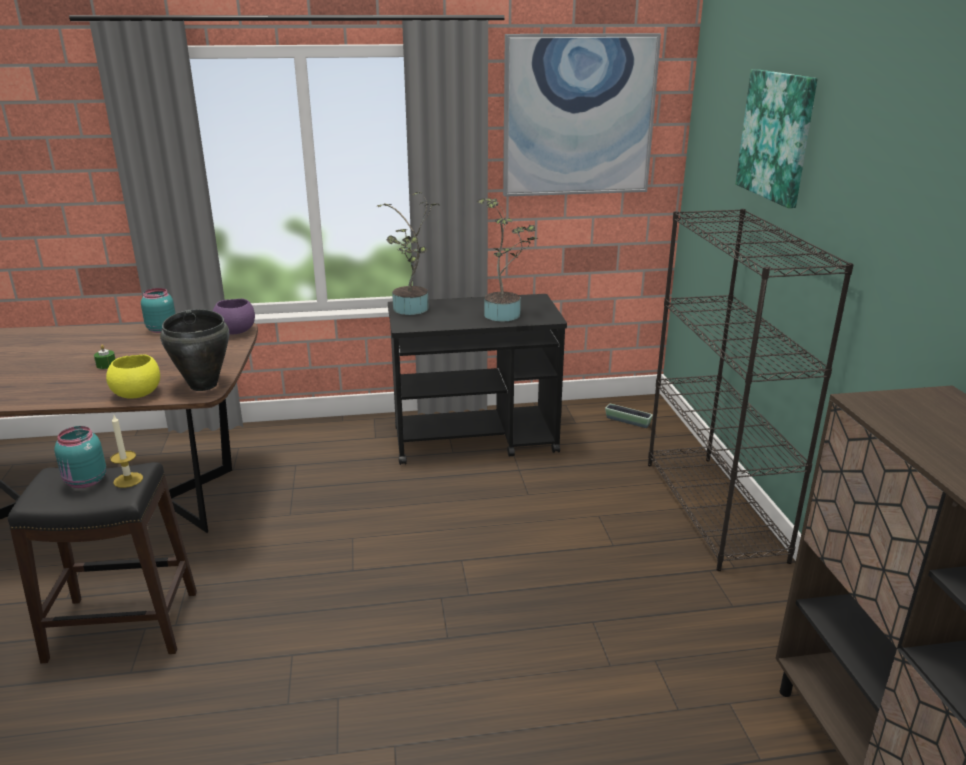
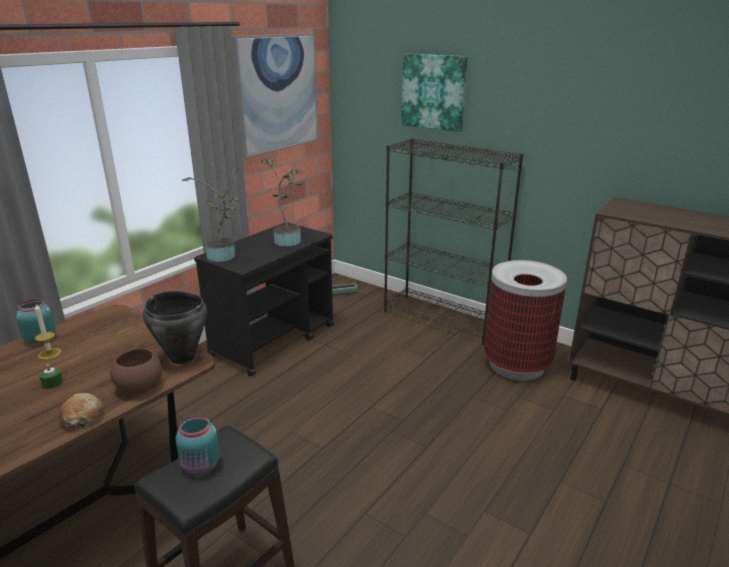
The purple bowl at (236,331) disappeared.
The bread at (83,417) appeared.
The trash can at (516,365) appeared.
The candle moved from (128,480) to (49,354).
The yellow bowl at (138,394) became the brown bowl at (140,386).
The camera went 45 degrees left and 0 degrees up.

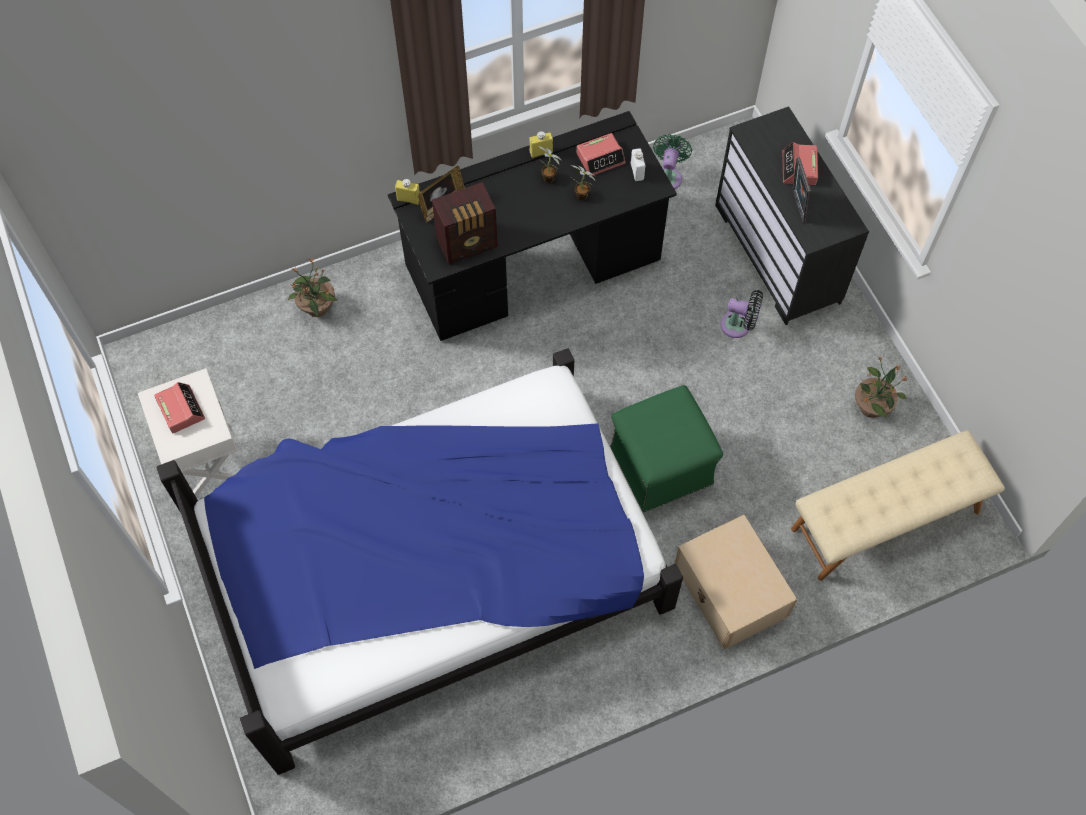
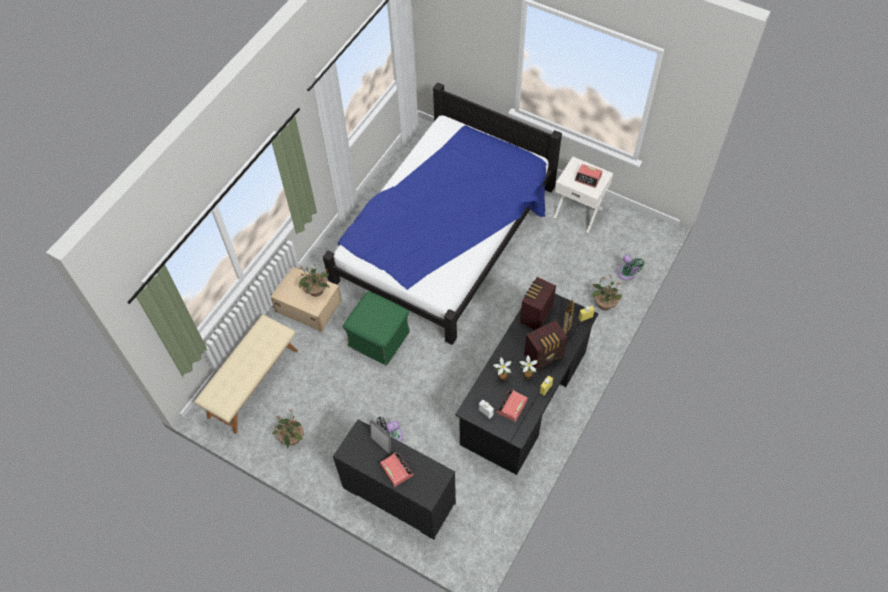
The potted plant at (316,290) appeared.
The radio at (544,356) appeared.
The green fan moved from (668,176) to (627,274).
The camera went 145 degrees right and 5 degrees down.

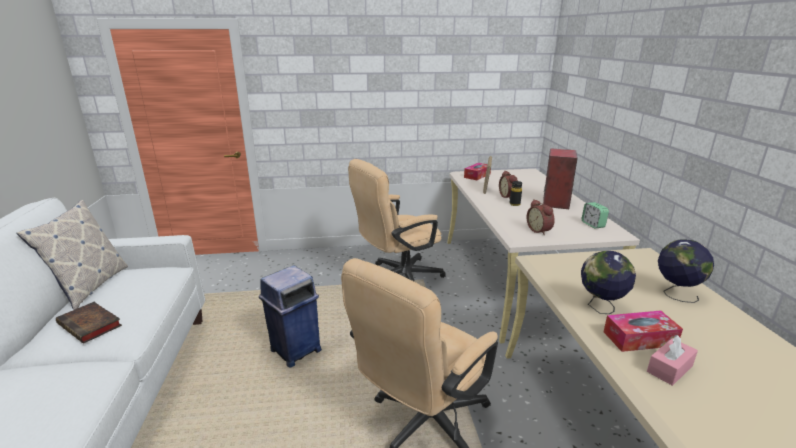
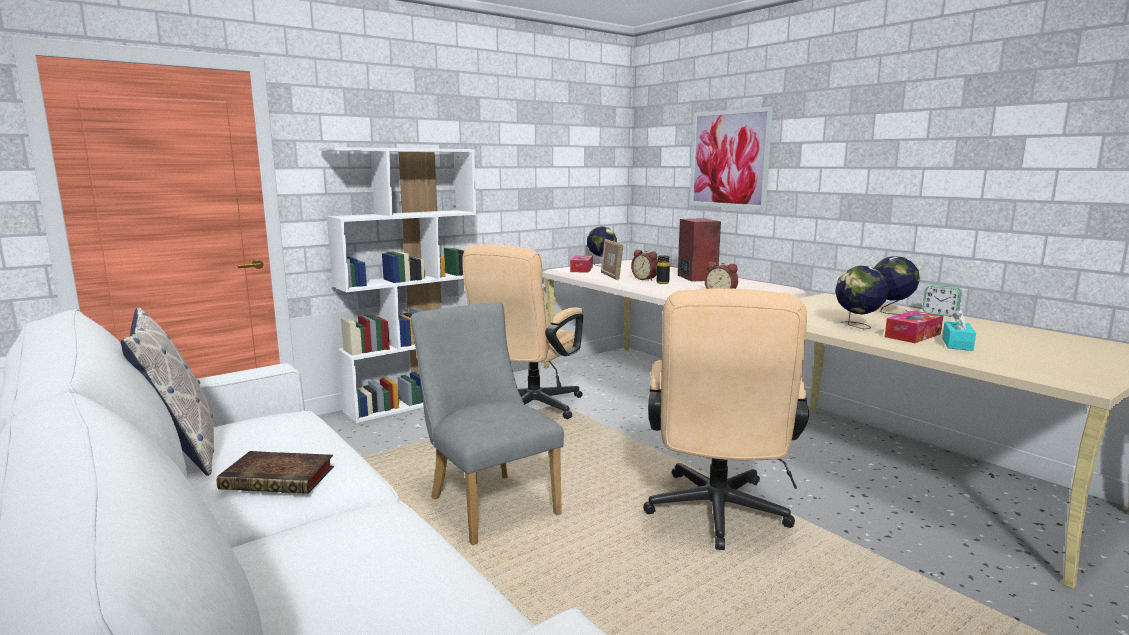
The white bookcase at (415,401) appeared.
The globe at (601,264) appeared.
The picture at (729,159) appeared.
The alarm clock moved from (593,225) to (940,314).
The blue trash can at (295,351) was replaced by the grey chair at (488,502).
The pink tissue box at (669,369) became the turquoise tissue box at (957,344).
The camera went 30 degrees left and 10 degrees down.

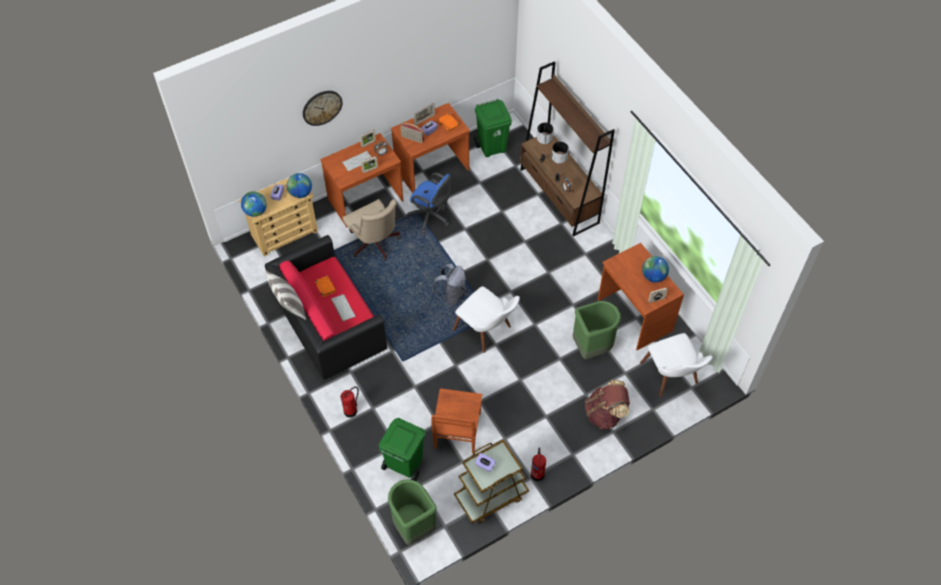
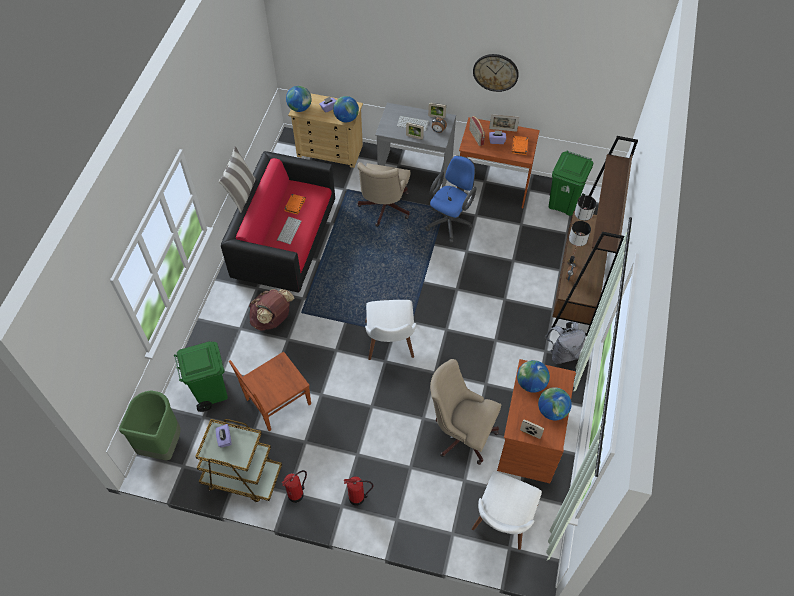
The globe at (531,383) appeared.
The wall clock moved from (322,107) to (495,72).
The fire extinguisher moved from (351,410) to (358,498).
The grey backpack moved from (451,294) to (562,353).
The brown backpack moved from (605,414) to (272,319).
The green trash can at (592,347) was replaced by the beige office chair at (461,433).
The brown desk at (365,200) became the grey desk at (415,171).
The blue office chair at (431,217) turned 135 degrees counterclockwise.
The camera went 45 degrees right and 0 degrees up.

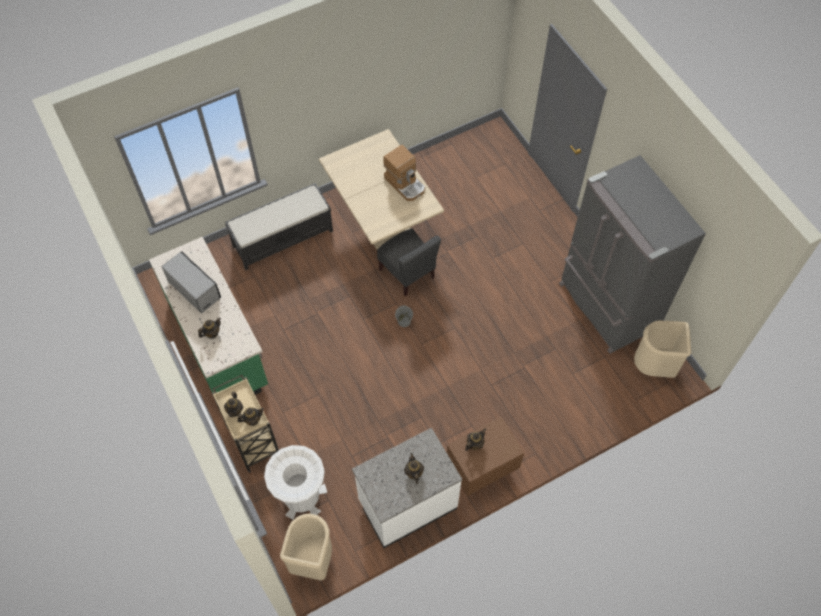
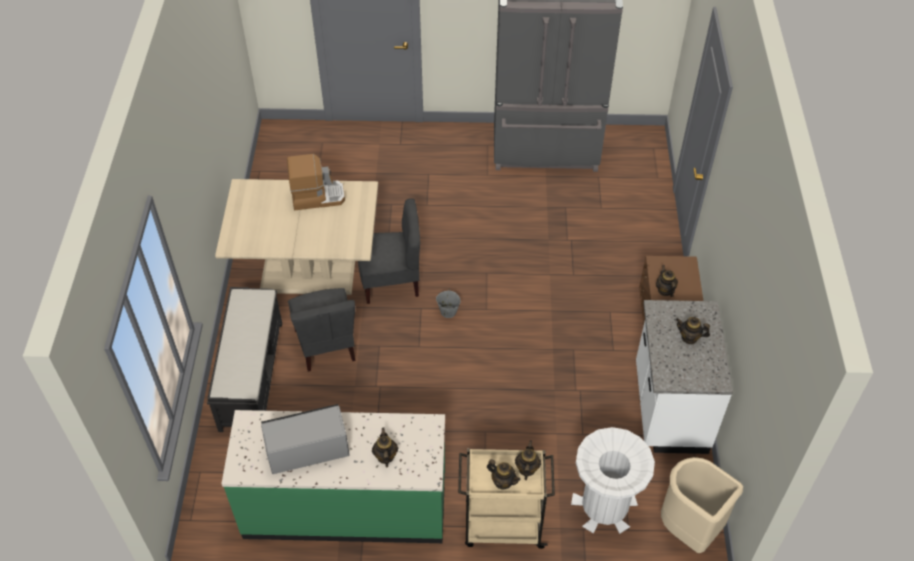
The beige trash can at (654,366) disappeared.
The grey chair at (326,345) appeared.
The camera went 60 degrees left and 10 degrees down.

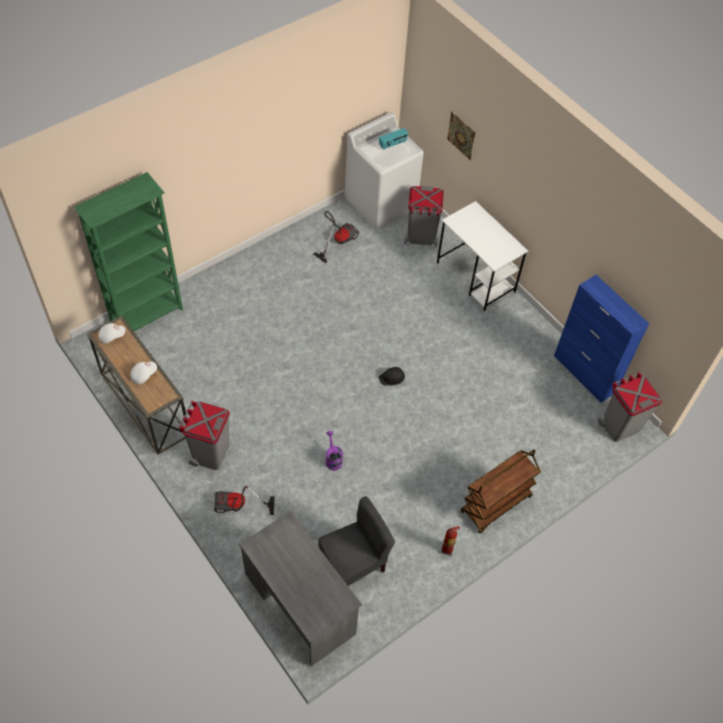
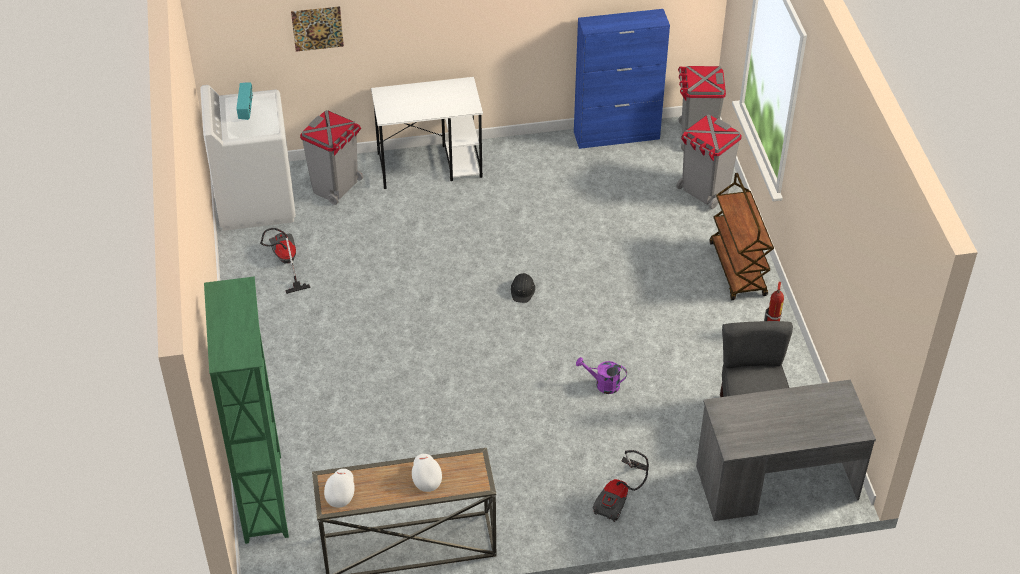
The grey trash can moved from (210,453) to (704,192).
The camera went 60 degrees left and 10 degrees down.

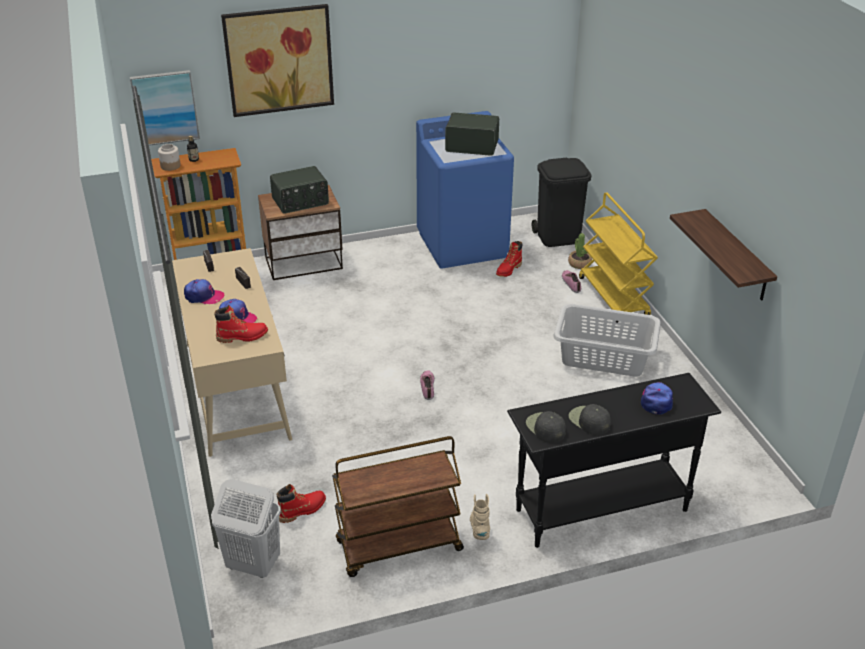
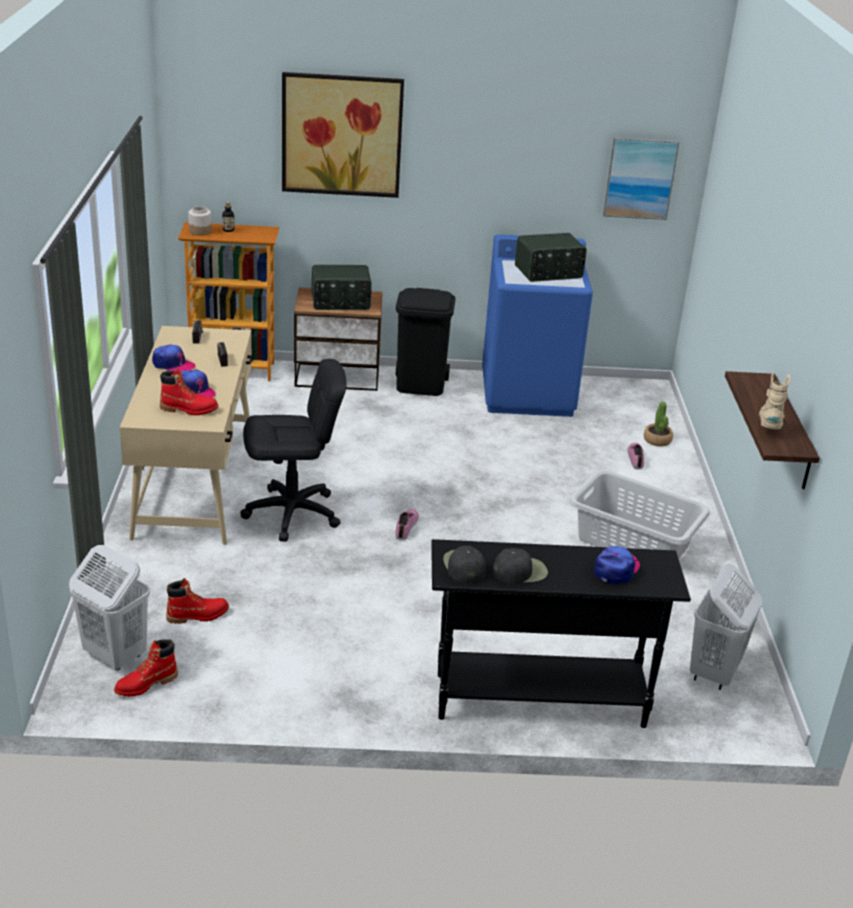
The brown cart at (398,547) disappeared.
The yellow cart at (614,297) disappeared.
The black office chair at (292,514) appeared.
The white laundry basket at (713,673) appeared.
The picture moved from (165,107) to (640,178).
The beige boot moved from (480,529) to (769,426).
The red boot moved from (508,270) to (146,684).
The black trash can moved from (558,237) to (421,385).
The radio at (472,146) turned 135 degrees clockwise.
The black cap at (589,421) turned 90 degrees clockwise.
The camera went 15 degrees right and 5 degrees down.

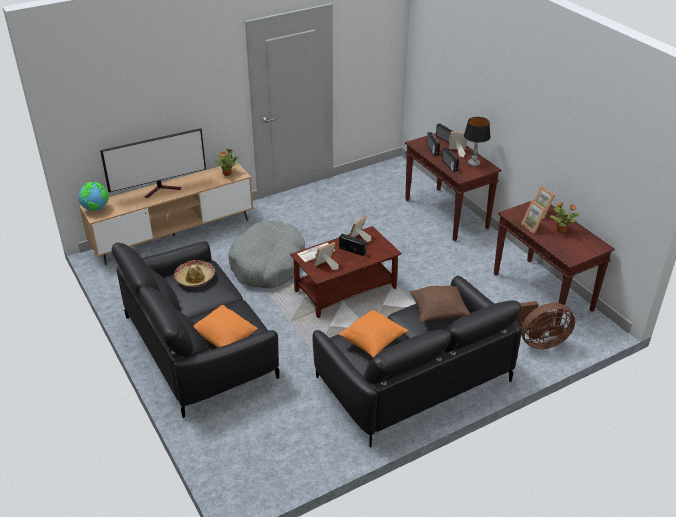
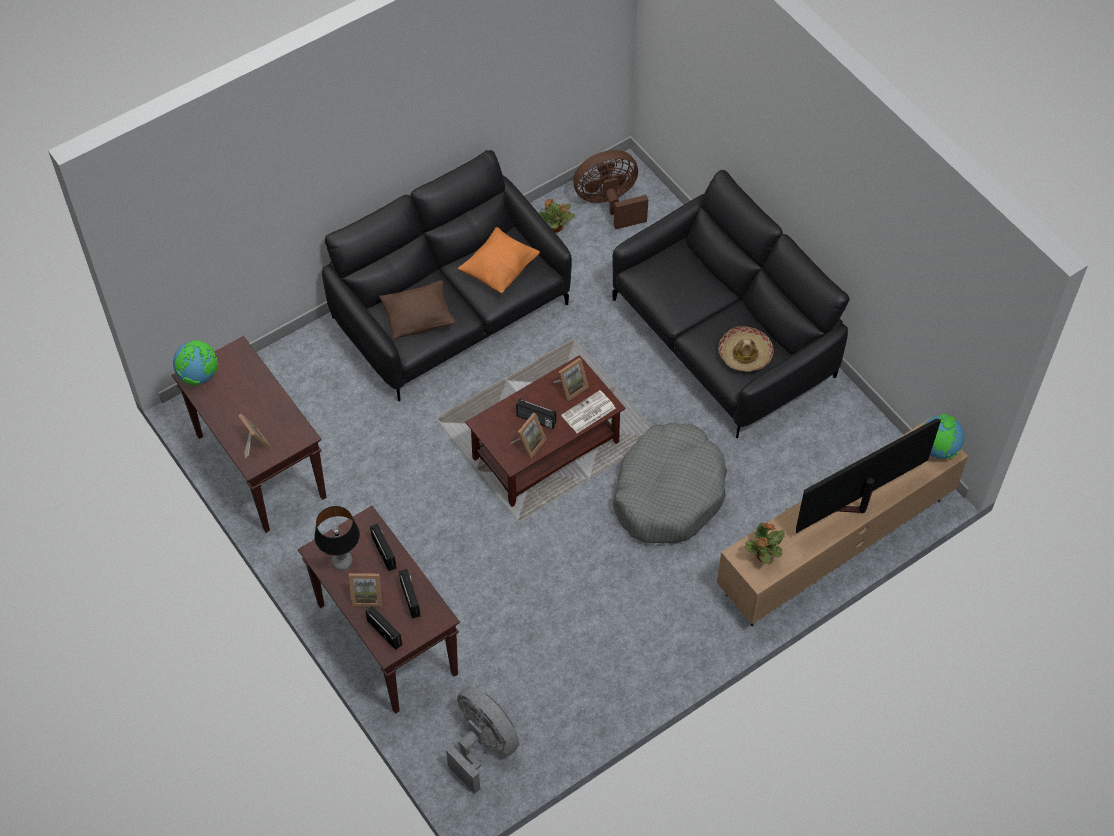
The orange pillow at (224,338) disappeared.
The picture frame at (533,226) disappeared.
The globe at (199,375) appeared.
The grey fan at (483,745) appeared.
The brown fan moved from (538,342) to (610,204).
The potted plant moved from (560,230) to (557,228).
The camera went 175 degrees right and 20 degrees up.

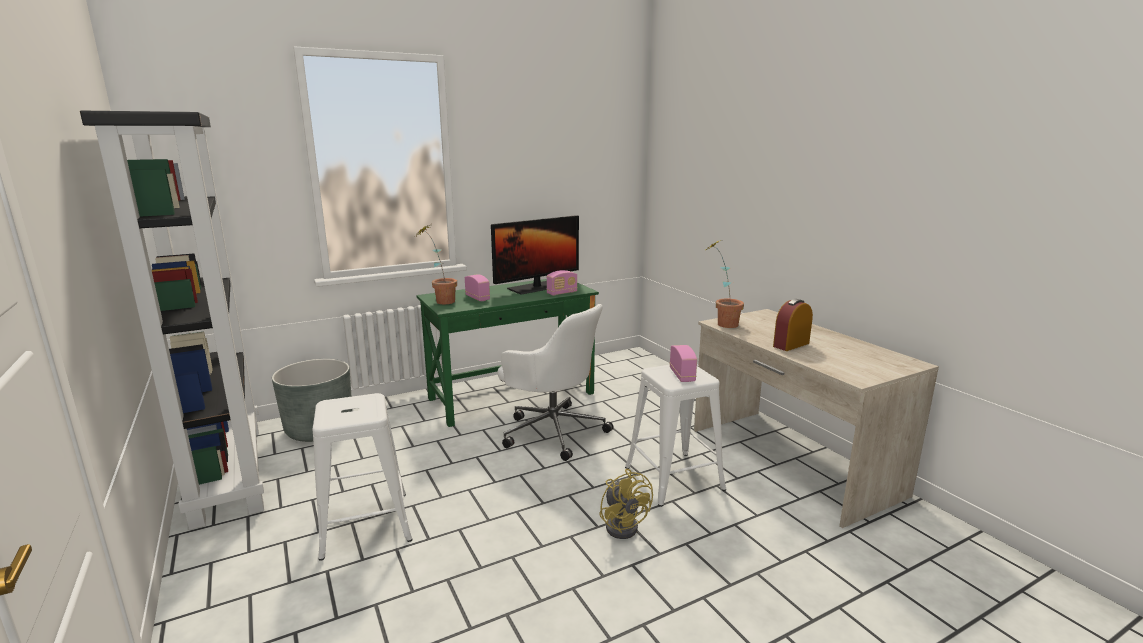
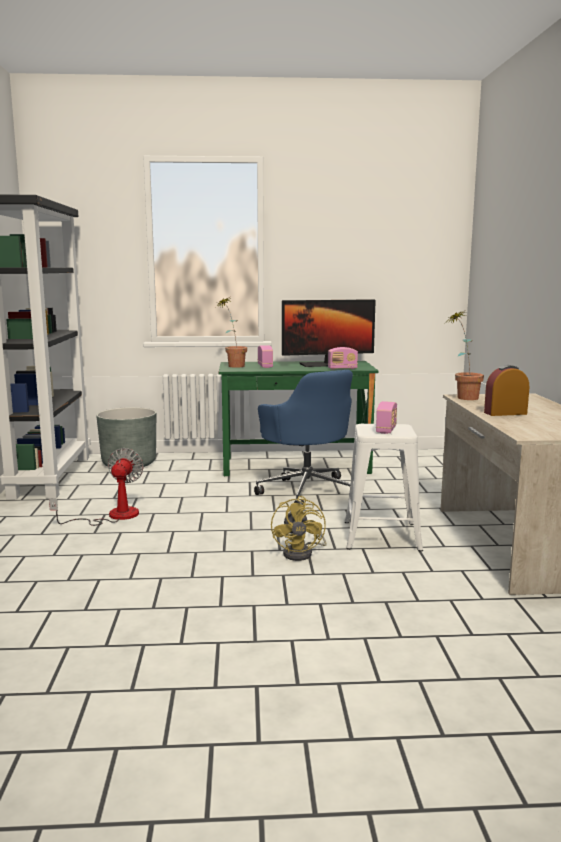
The white stool at (365,524) was replaced by the fan at (112,516).
The white office chair at (552,430) became the blue office chair at (307,491).
The camera went 25 degrees right and 5 degrees down.

